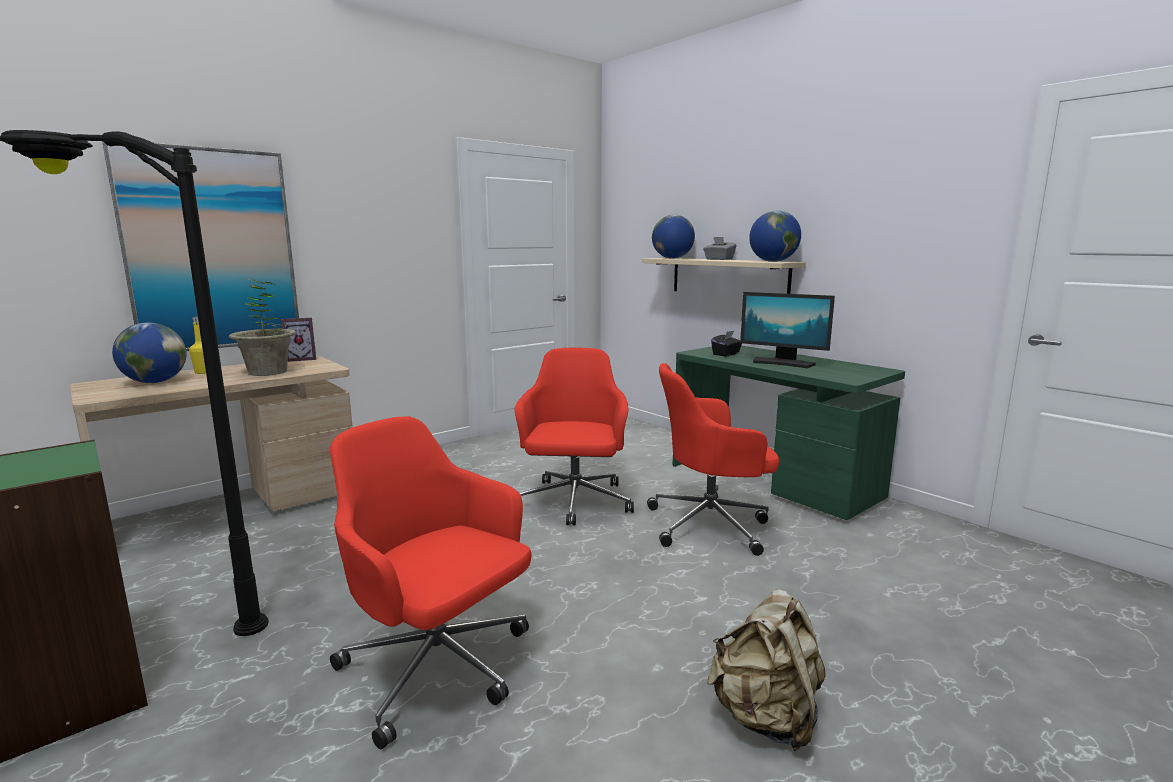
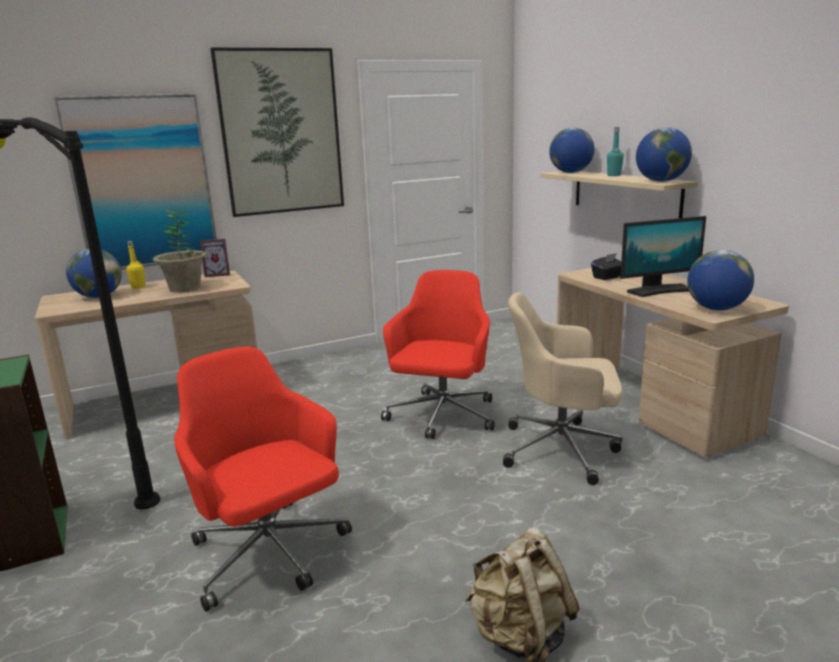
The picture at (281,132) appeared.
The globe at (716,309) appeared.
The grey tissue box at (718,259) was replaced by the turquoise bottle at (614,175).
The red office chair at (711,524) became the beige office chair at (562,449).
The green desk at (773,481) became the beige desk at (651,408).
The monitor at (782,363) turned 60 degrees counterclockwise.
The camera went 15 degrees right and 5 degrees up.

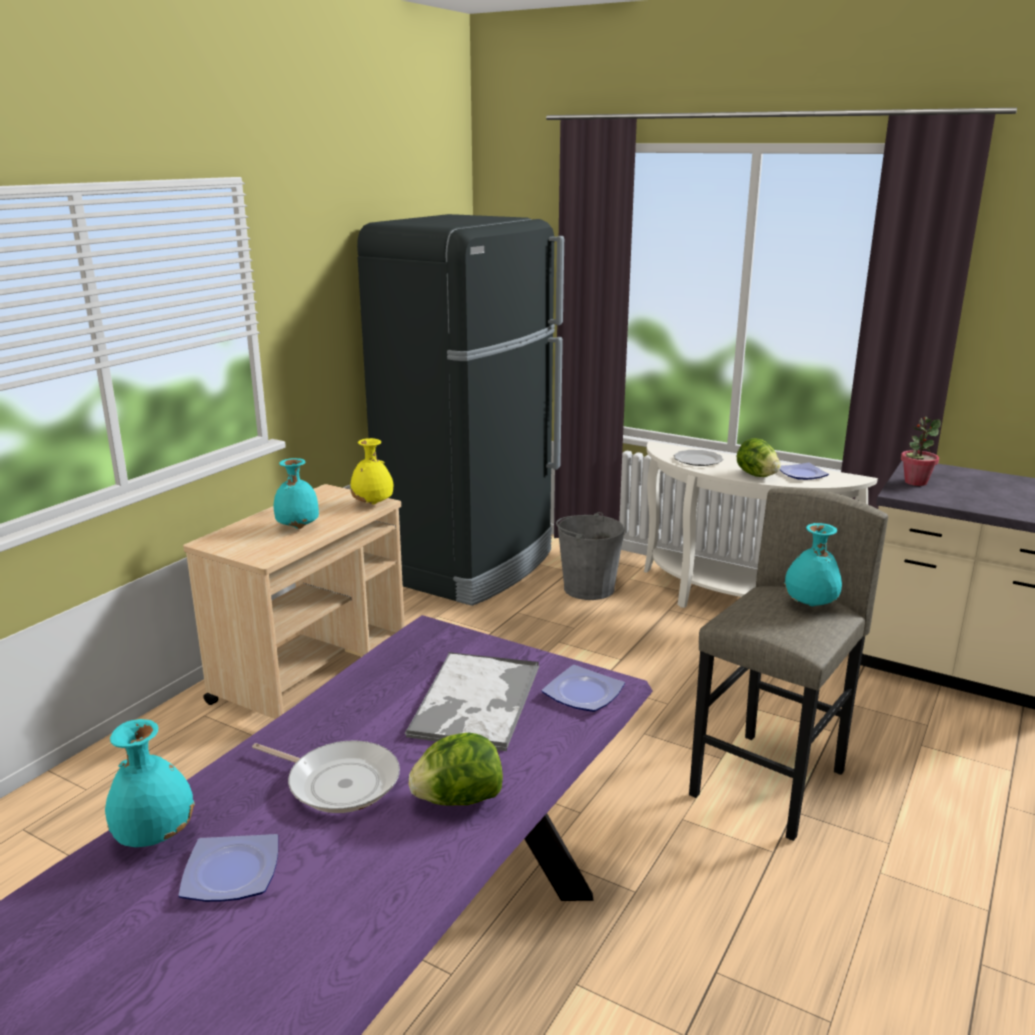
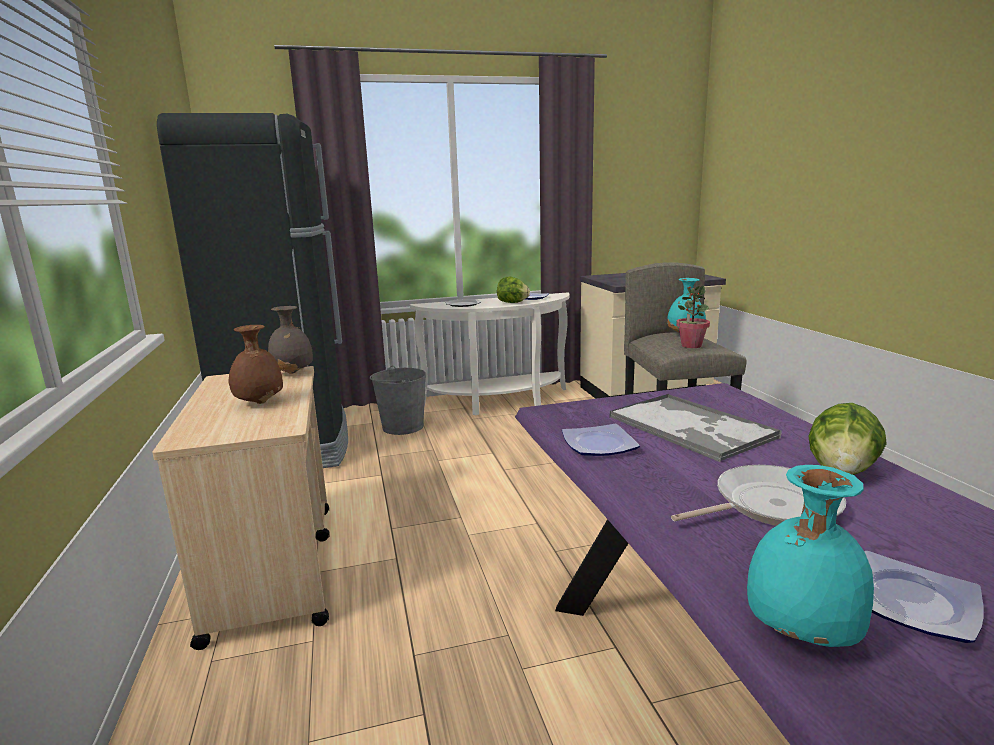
The plate moved from (583,692) to (597,444).
The potted plant moved from (915,482) to (691,346).
The turquoise vase at (297,527) became the brown vase at (258,403).
The yellow vase at (373,504) became the grey vase at (293,373).
The camera went 45 degrees left and 5 degrees down.

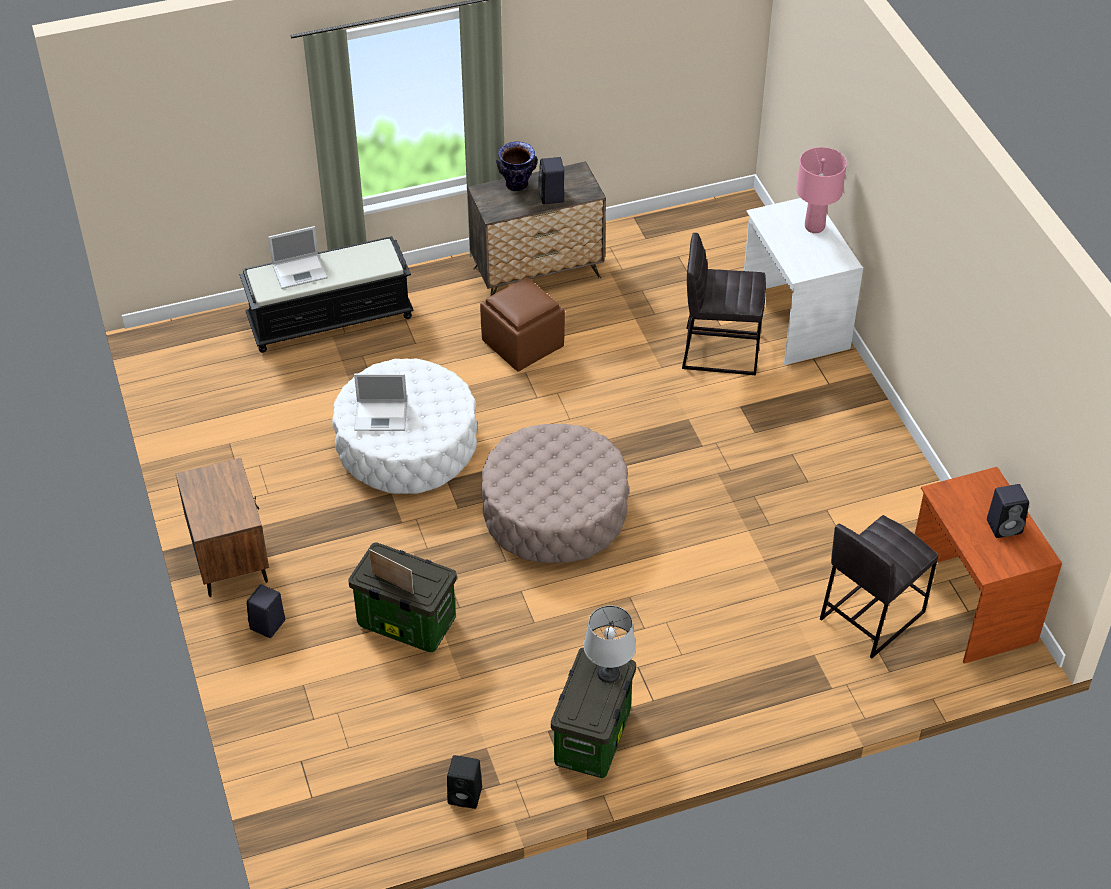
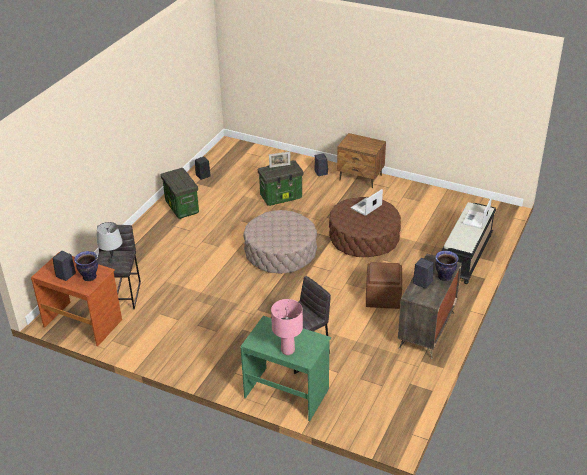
The vase at (89,277) appeared.
The grey table lamp moved from (608,673) to (113,260).
The white ottoman at (407,444) became the brown ottoman at (364,238).
The white desk at (793,320) became the green desk at (287,393).
The camera went 135 degrees right and 10 degrees down.

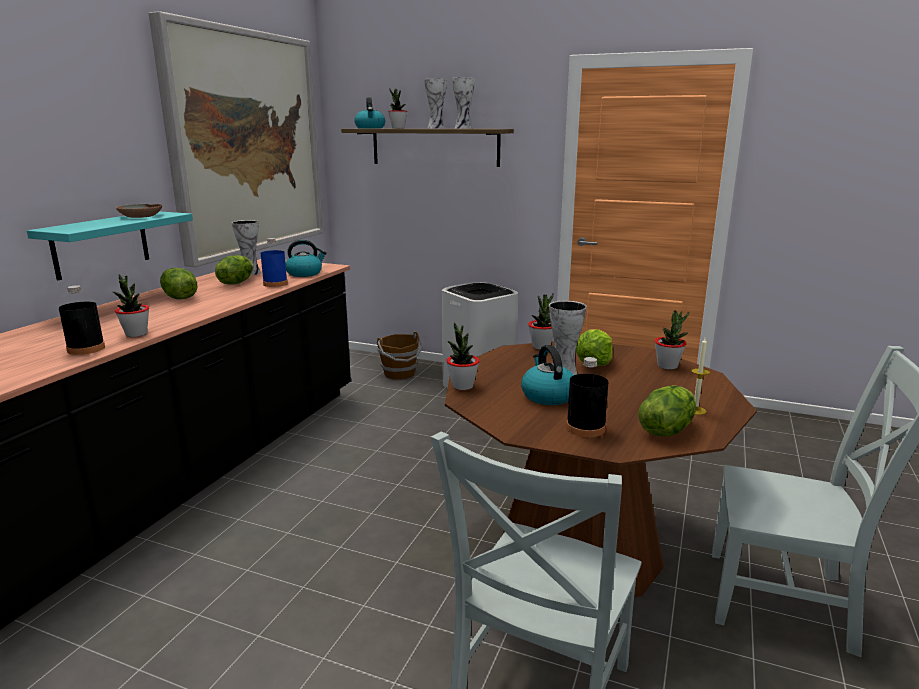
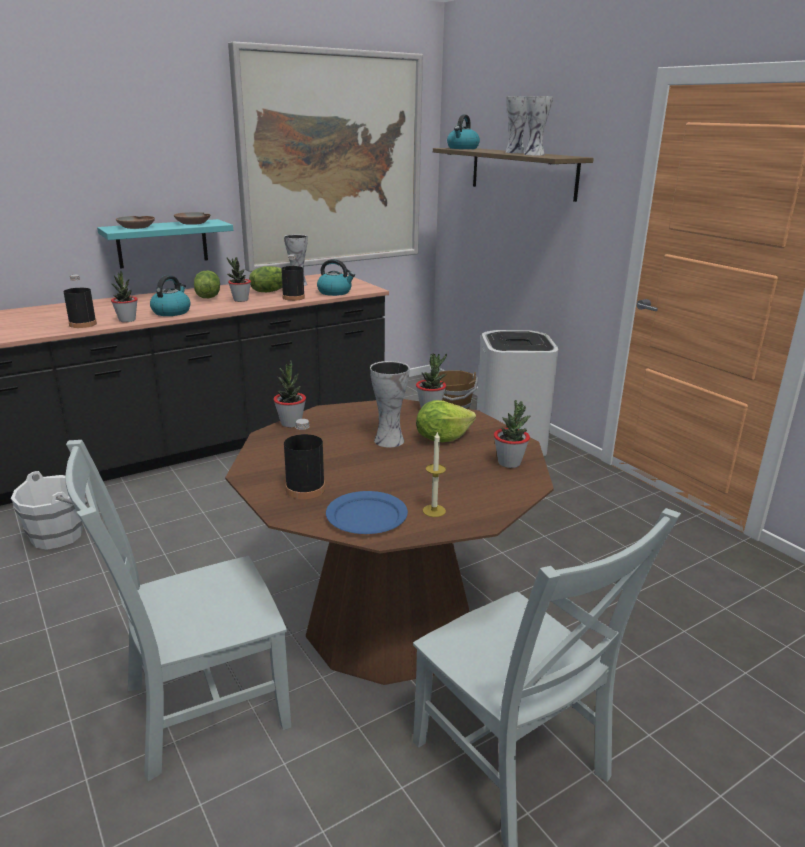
The white bucket at (58,535) appeared.
The brown bowl at (137,227) appeared.
The potted plant moved from (398,128) to (240,300).
The kettle moved from (547,396) to (171,312).
The lettuce at (666,430) was replaced by the blue plate at (366,516).
The blue bottle at (275,284) became the black bottle at (293,297).
The camera went 35 degrees right and 5 degrees up.

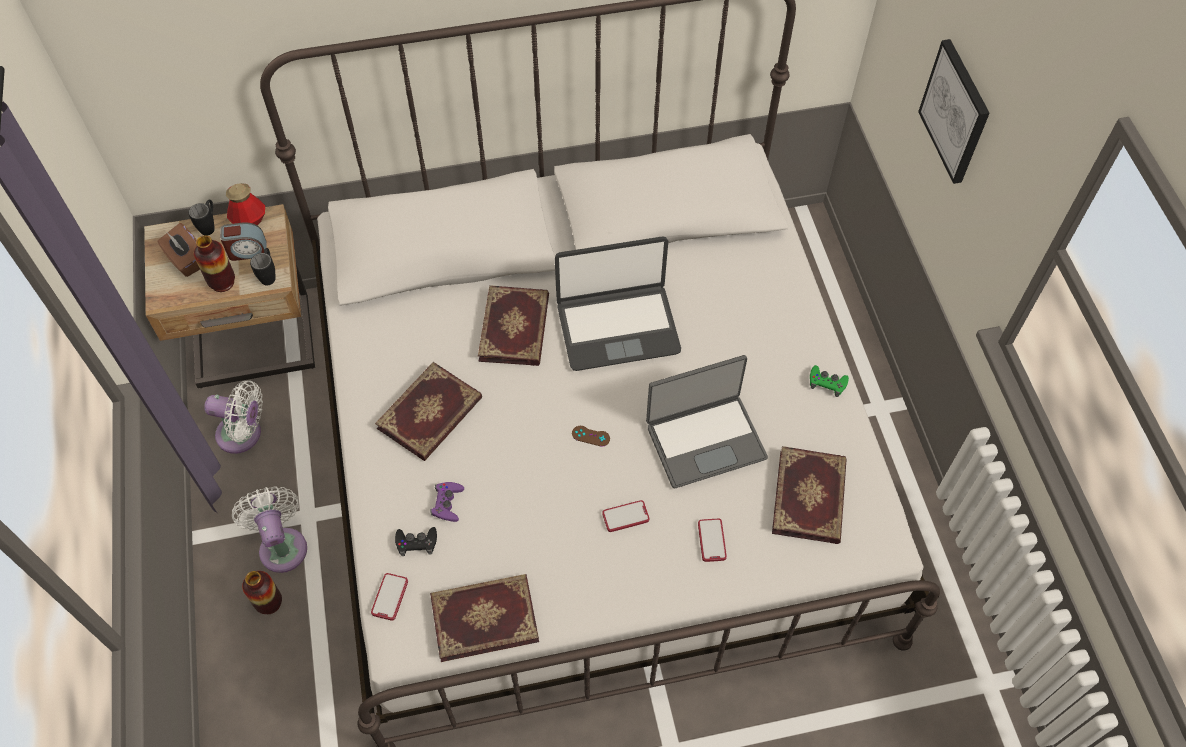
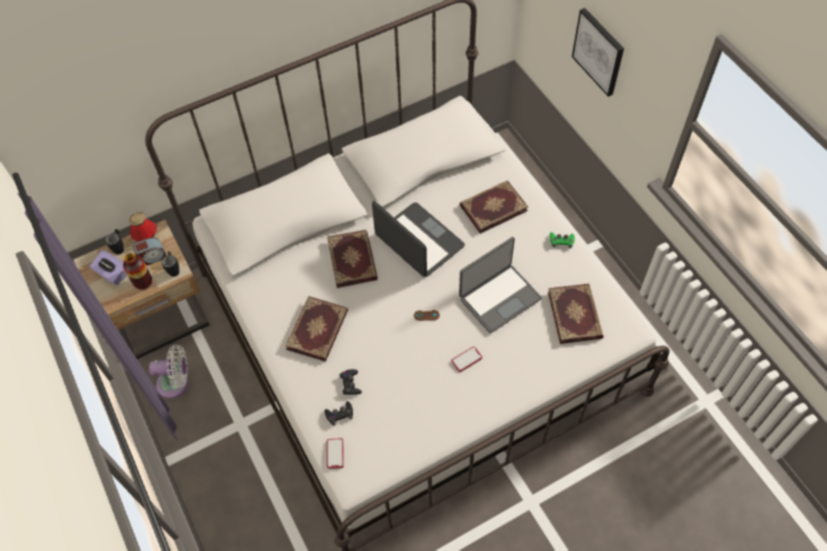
The white fan at (282,545) disappeared.
The vase at (269,603) disappeared.
The phone at (712,540) disappeared.
The book moved from (484,617) to (493,207).
The brown tissue box at (187,260) became the purple tissue box at (112,274).
The purple game controller at (447,503) became the black game controller at (350,384).
The laptop at (617,327) turned 105 degrees counterclockwise.
The camera went 15 degrees left and 0 degrees up.

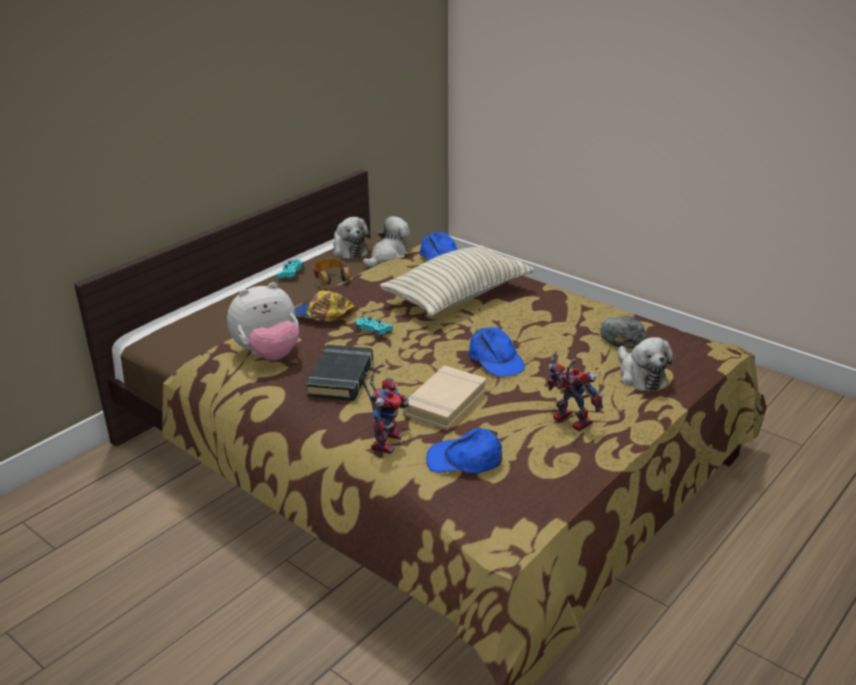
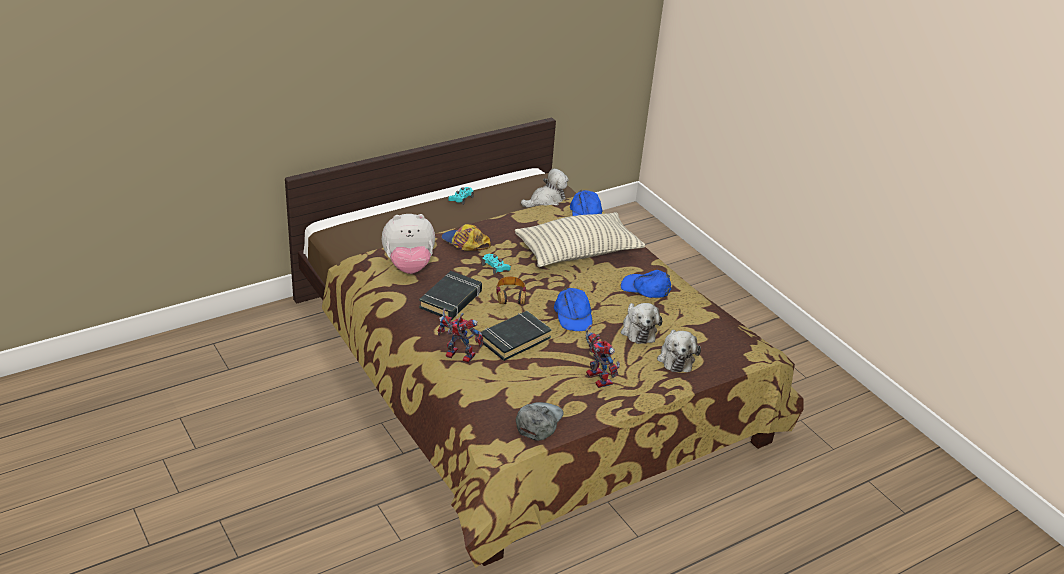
The headphones moved from (331,277) to (511,295).
The plush toy moved from (349,250) to (638,330).
The blue cap moved from (464,459) to (645,288).
The grey cap moved from (622,334) to (538,422).
The beige book at (444,402) became the black book at (514,339).
The toy robot at (385,439) turned 105 degrees counterclockwise.
The camera went 15 degrees right and 5 degrees up.

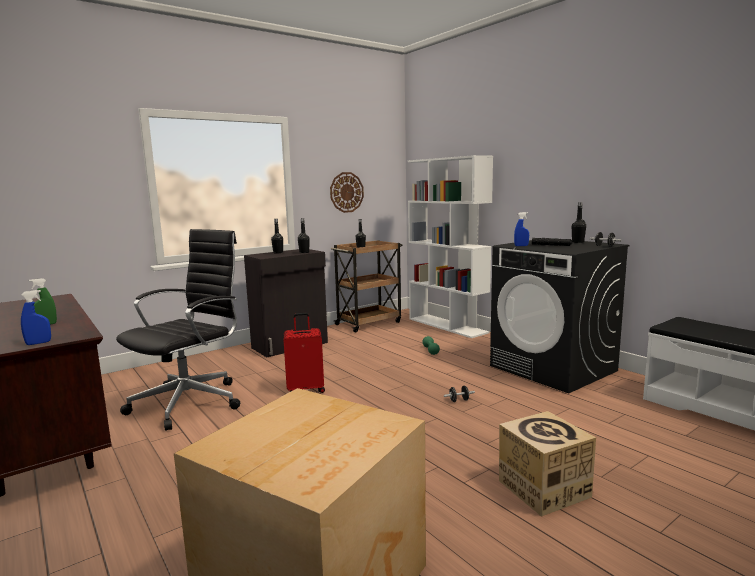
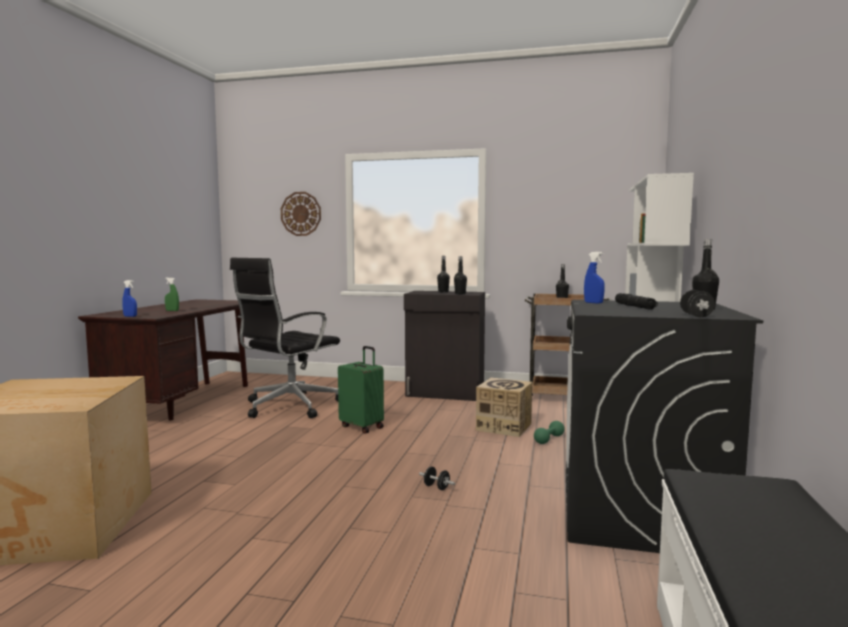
The wall clock moved from (346,192) to (301,214).
The cardboard box moved from (543,488) to (504,427).
The red suitcase at (306,389) became the green suitcase at (362,427).
The black office chair at (191,402) turned 135 degrees clockwise.
The camera went 50 degrees right and 5 degrees down.

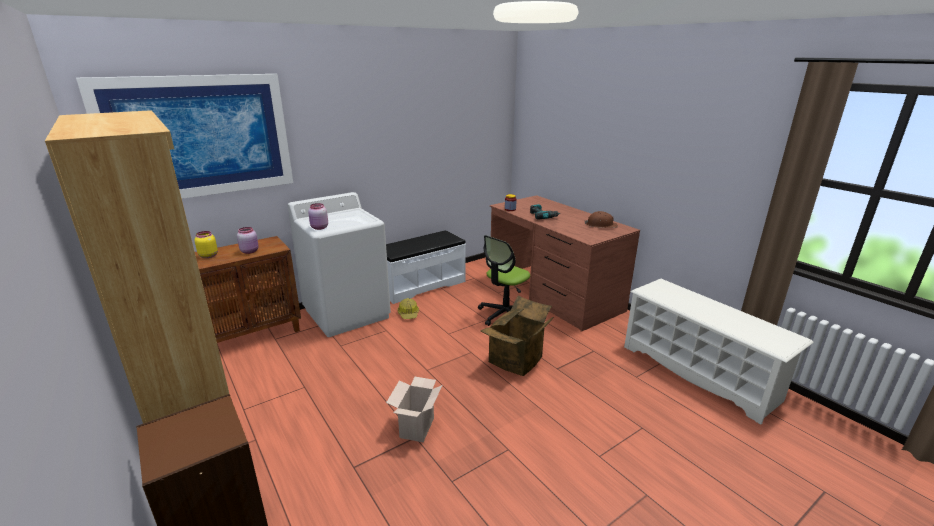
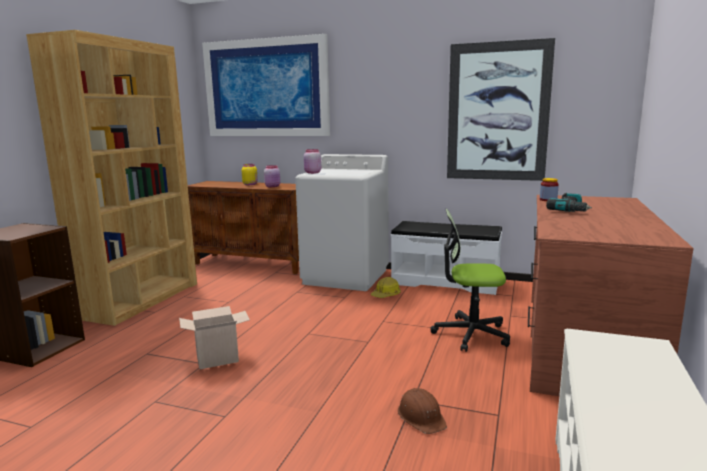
The cardboard box at (517,361) disappeared.
The picture at (497,112) appeared.
The brown hard hat moved from (601,225) to (421,416).
The camera went 55 degrees right and 10 degrees down.

